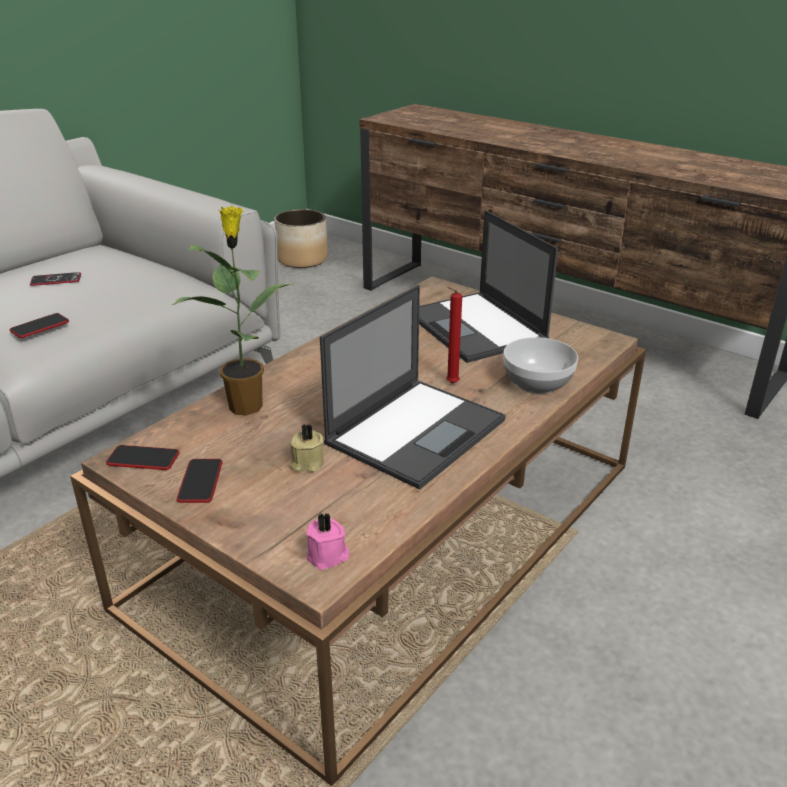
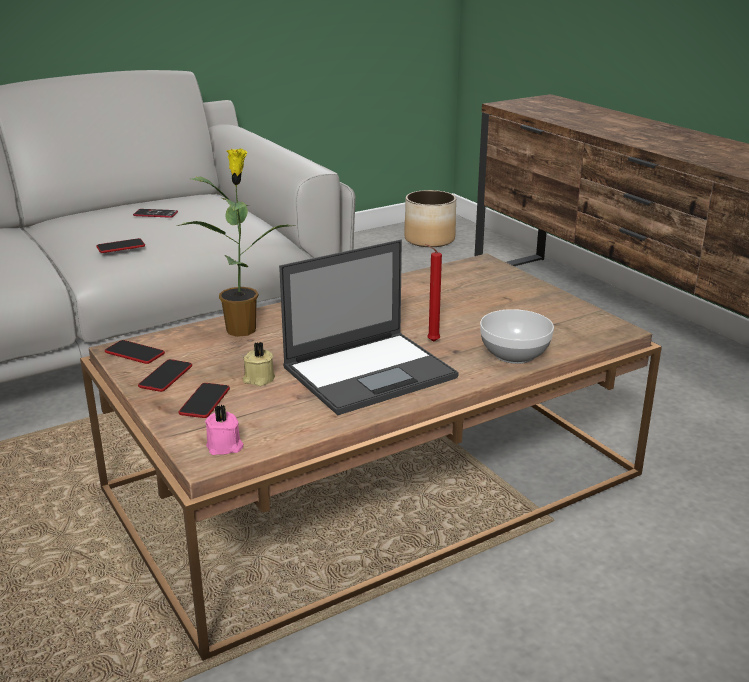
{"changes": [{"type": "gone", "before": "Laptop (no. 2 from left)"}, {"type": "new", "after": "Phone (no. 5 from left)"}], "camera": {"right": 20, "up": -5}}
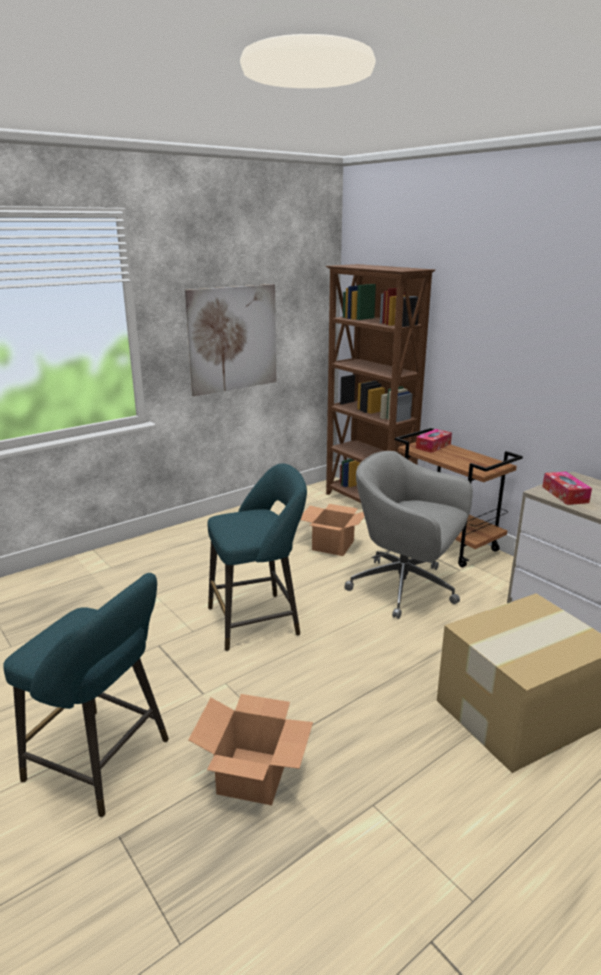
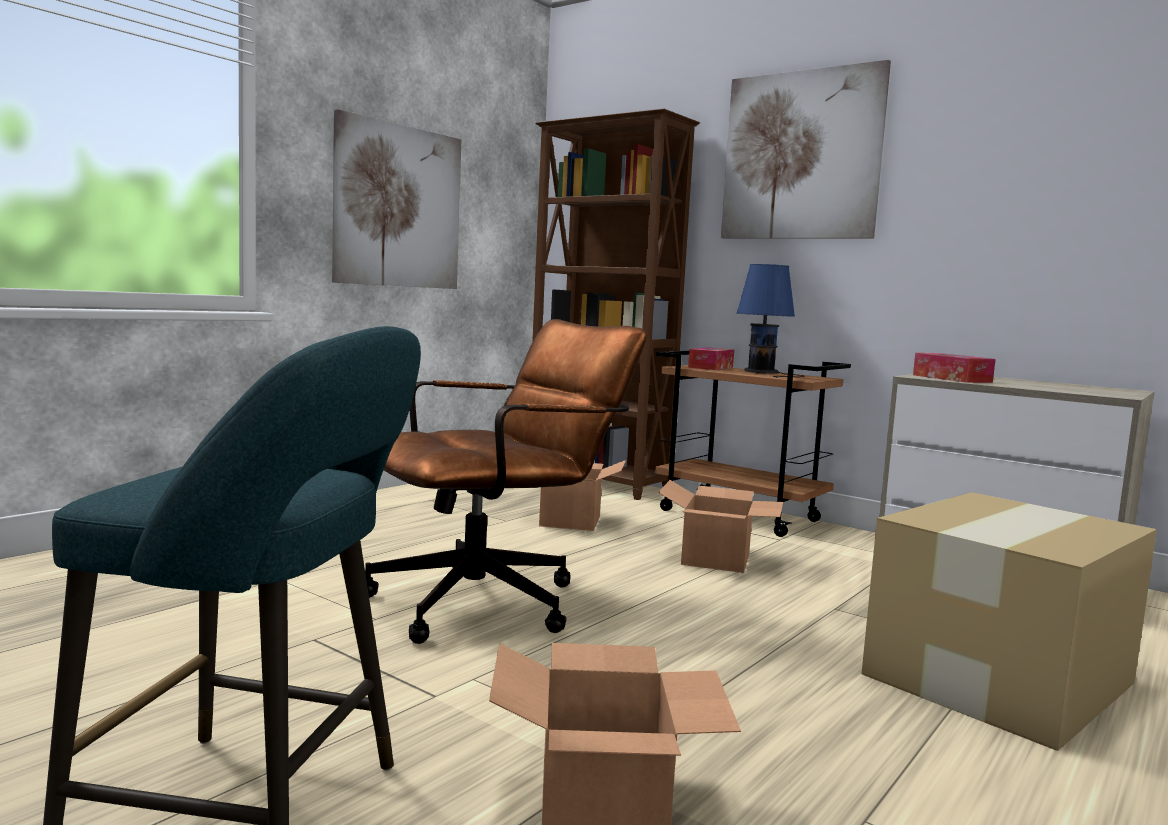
{"changes": [{"type": "new", "after": "WallPicture (no. 2 from left)"}, {"type": "new", "after": "BlueColouredTableLamp"}, {"type": "swapped", "before": "TurquoiseColouredSittingStool (no. 2 from left)", "after": "BrownColouredOfficeChair"}, {"type": "swapped", "before": "GreyOfficeChair", "after": "Carton (no. 3 from left)"}], "camera": {"right": -15, "up": -15}}
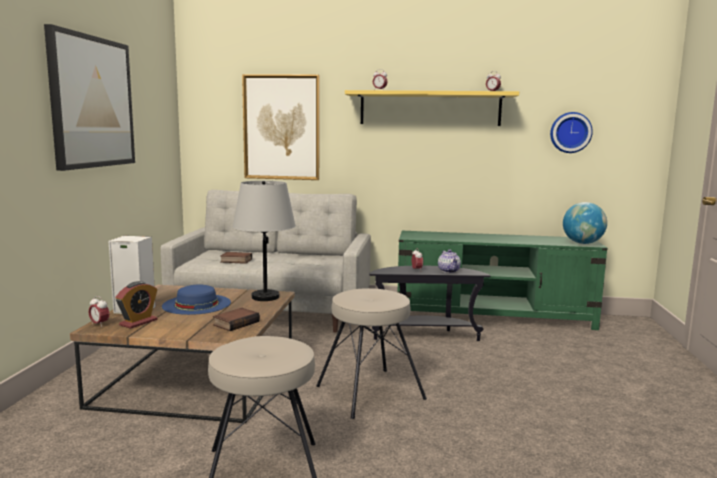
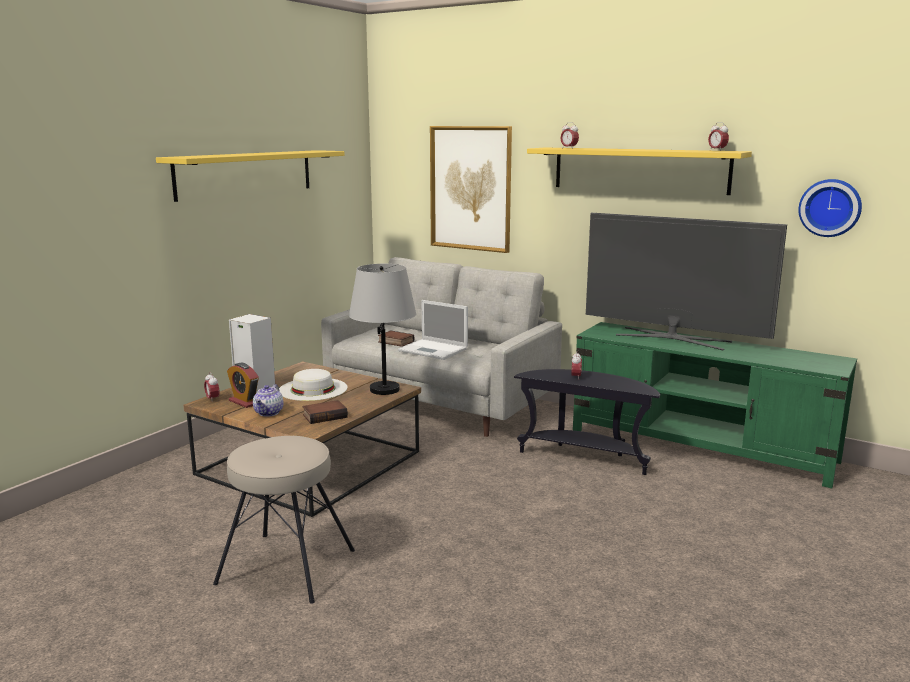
{"changes": [{"type": "gone", "before": "BeigeColouredSittingStool (no. 2 from left)"}, {"type": "gone", "before": "WorldGlobe"}, {"type": "new", "after": "Laptop"}, {"type": "new", "after": "Tv"}, {"type": "shifted", "before": "PotForTea"}, {"type": "swapped", "before": "WallPicture (no. 1 from left)", "after": "YellowishWallShelf (no. 1 from left)"}, {"type": "repainted", "before": "BlueColouredHat", "after": "WhiteColouredHat"}, {"type": "rotated", "before": "TableClock (no. 2 from left)", "turn": 75}], "camera": {"right": 25, "up": 5}}
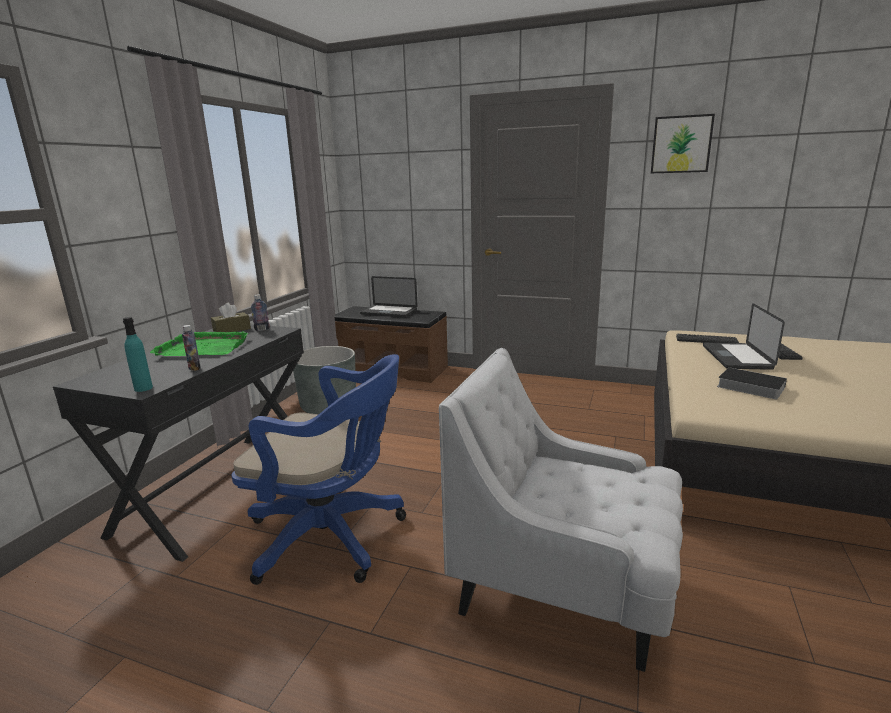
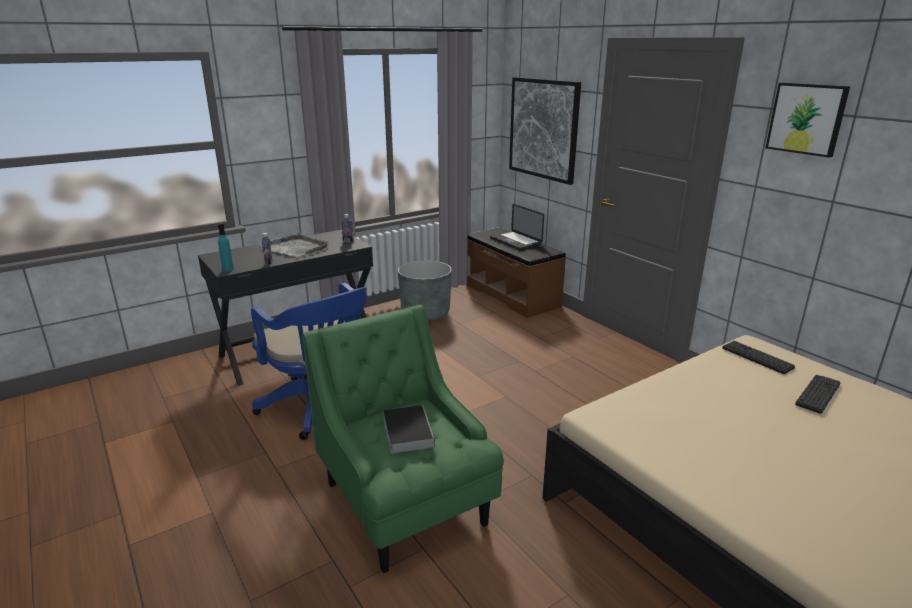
{"changes": [{"type": "gone", "before": "BrownColouredTissueHolder"}, {"type": "gone", "before": "Laptop (no. 2 from left)"}, {"type": "new", "after": "WallPicture (no. 1 from left)"}, {"type": "shifted", "before": "Book"}, {"type": "repainted", "before": "GreenishTray", "after": "GreyTray"}, {"type": "repainted", "before": "WhiteColouredEasyChair", "after": "GreenishEasyChair"}], "camera": {"right": 35, "up": 5}}
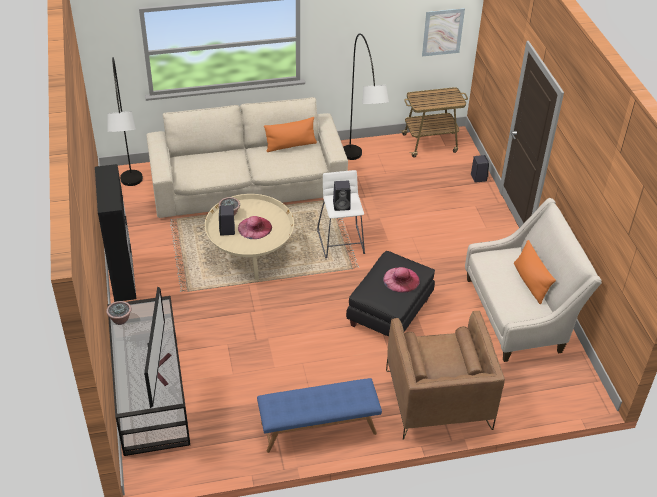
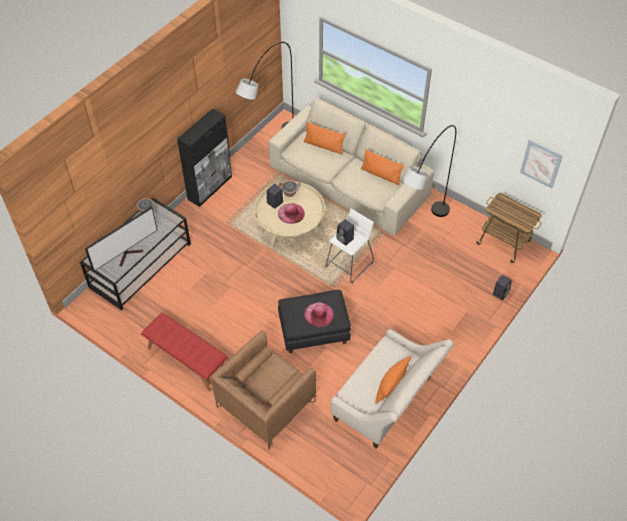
{"changes": [{"type": "new", "after": "OrangeyThrowPillow (no. 1 from left)"}, {"type": "repainted", "before": "BlueColouredLongSeat", "after": "ReddishLongSeat"}], "camera": {"right": 50, "up": 10}}
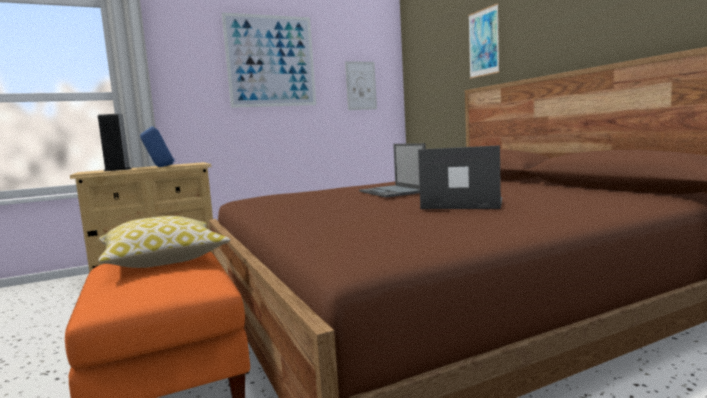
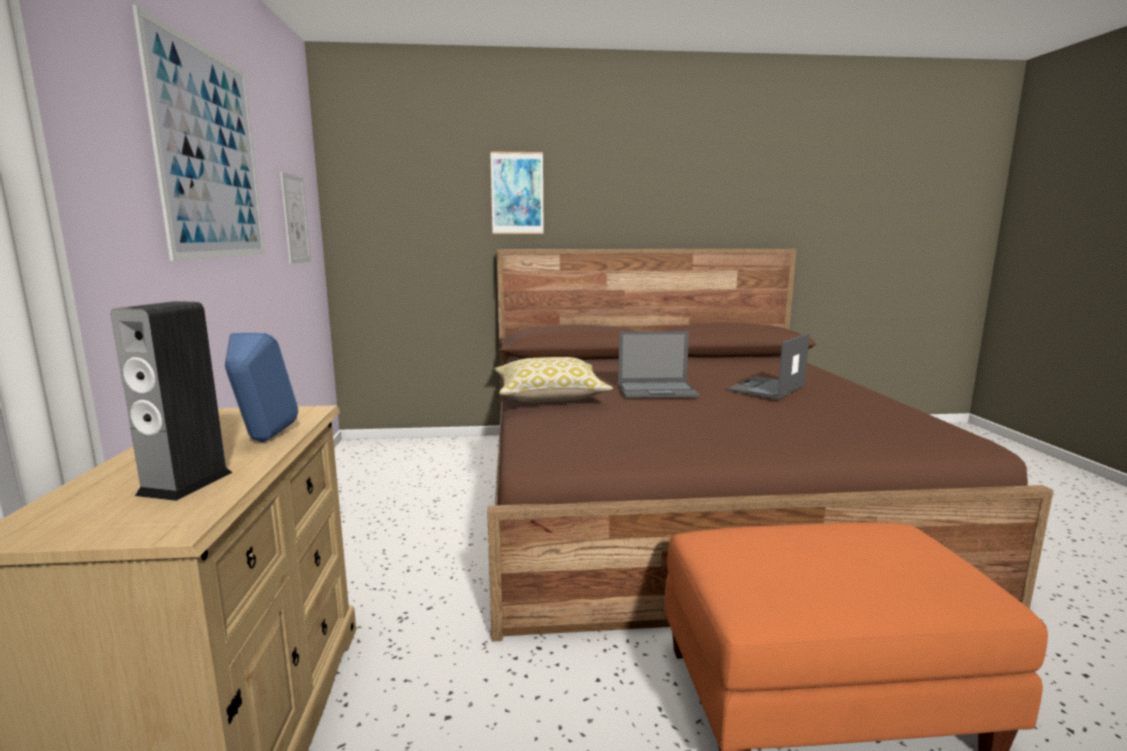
{"changes": [{"type": "shifted", "before": "ThrowPillow"}], "camera": {"right": -70, "up": 5}}
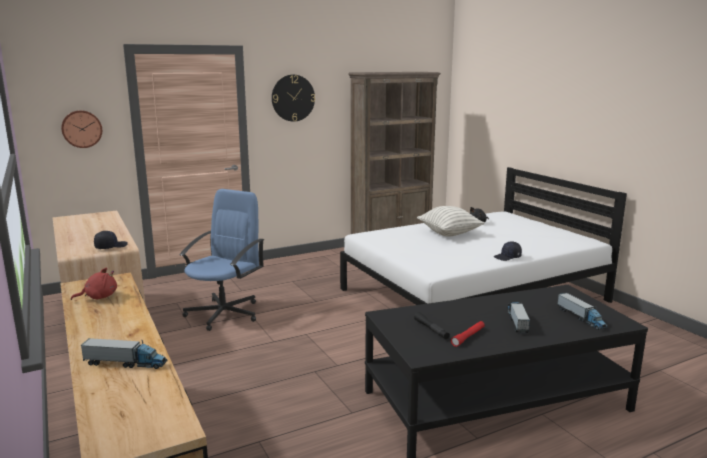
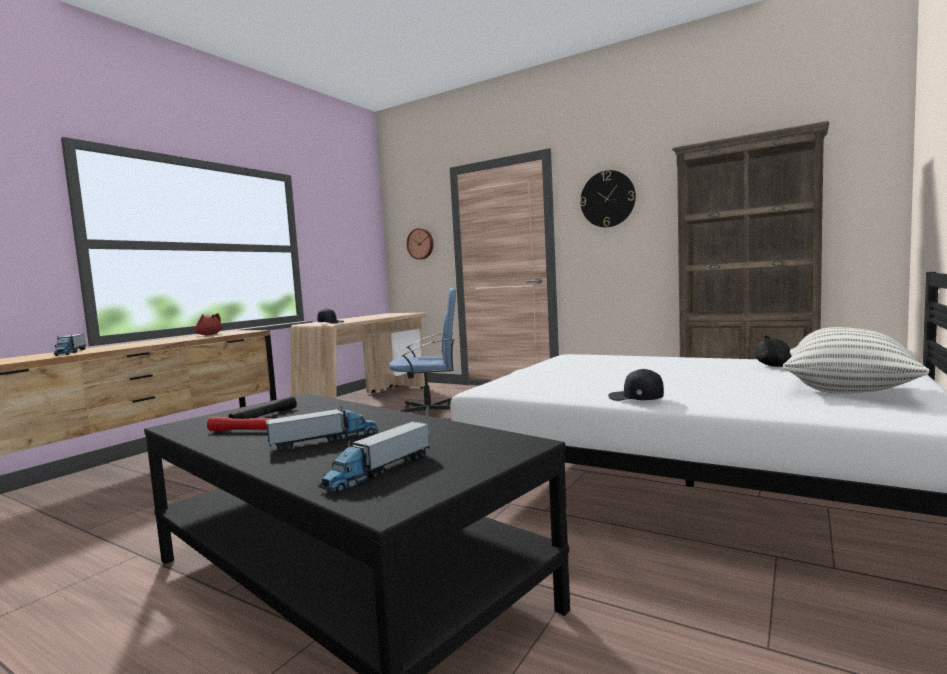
{"changes": [{"type": "shifted", "before": "ThrowPillow"}], "camera": {"right": 60, "up": -10}}
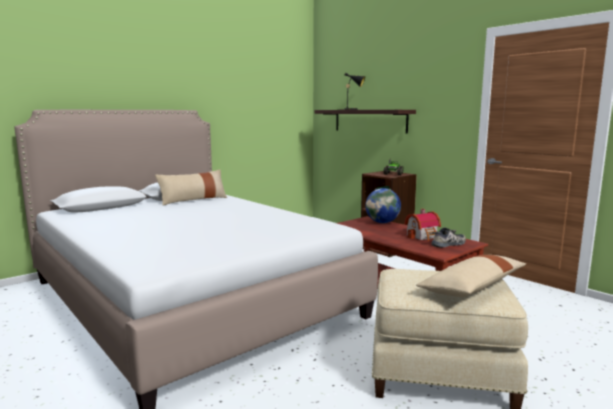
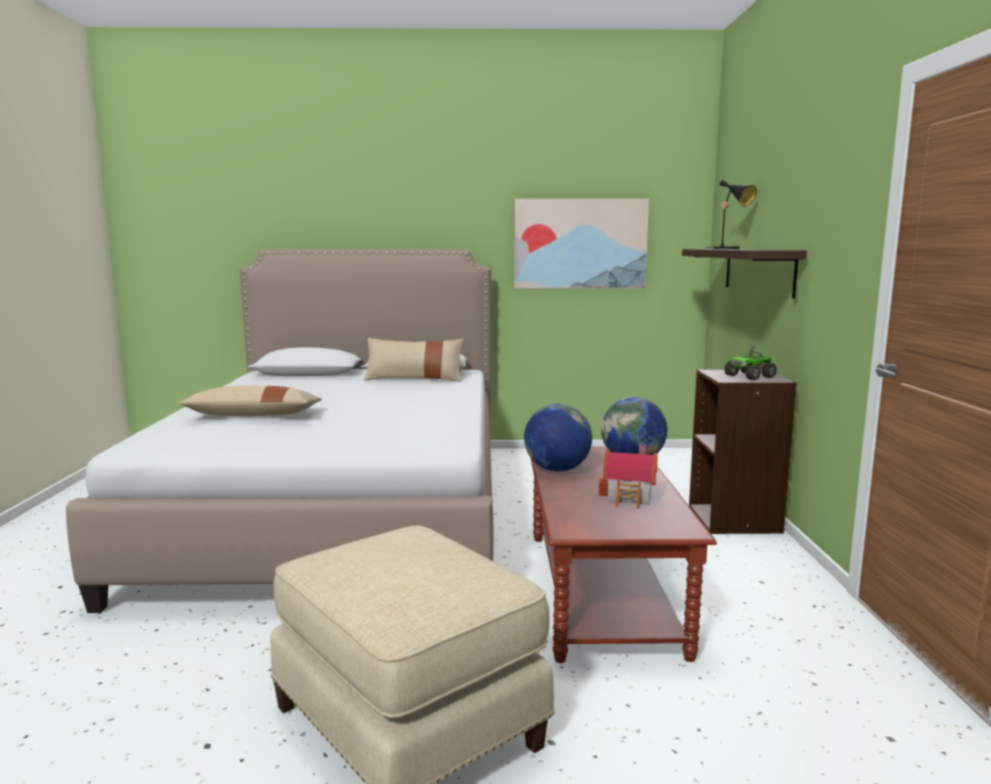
{"changes": [{"type": "gone", "before": "Shoe"}, {"type": "new", "after": "WallPicture"}, {"type": "new", "after": "WorldGlobe (no. 1 from left)"}, {"type": "shifted", "before": "BeigeColouredThrowPillow (no. 2 from left in the first image)", "after": "BeigeColouredThrowPillow (no. 1 from left)"}], "camera": {"right": 40, "up": 0}}
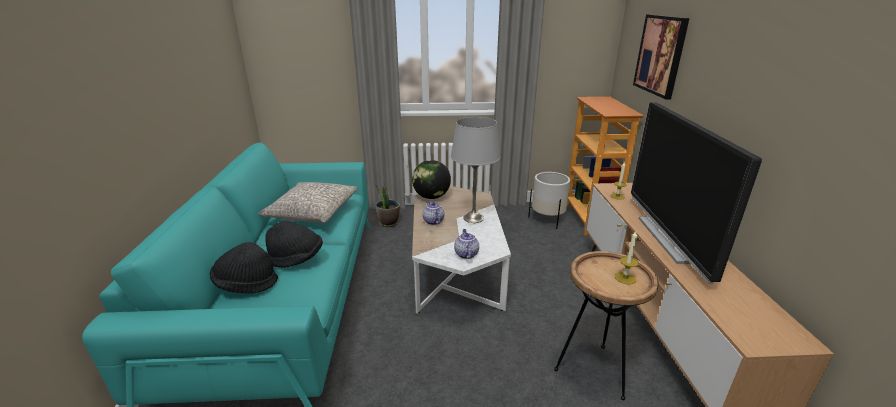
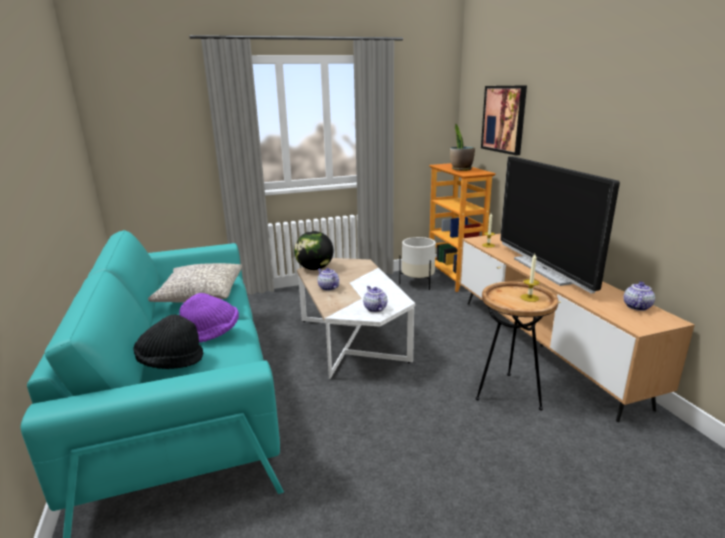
{"changes": [{"type": "gone", "before": "GreyTableLamp"}, {"type": "new", "after": "PotForTea (no. 3 from left)"}, {"type": "shifted", "before": "PottedPlant"}, {"type": "repainted", "before": "BlackishHat (no. 2 from left)", "after": "PurplishHat"}], "camera": {"right": -15, "up": -5}}
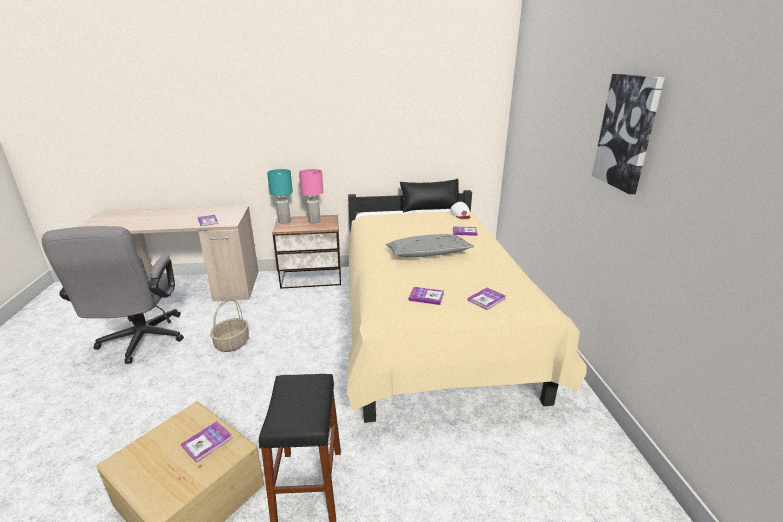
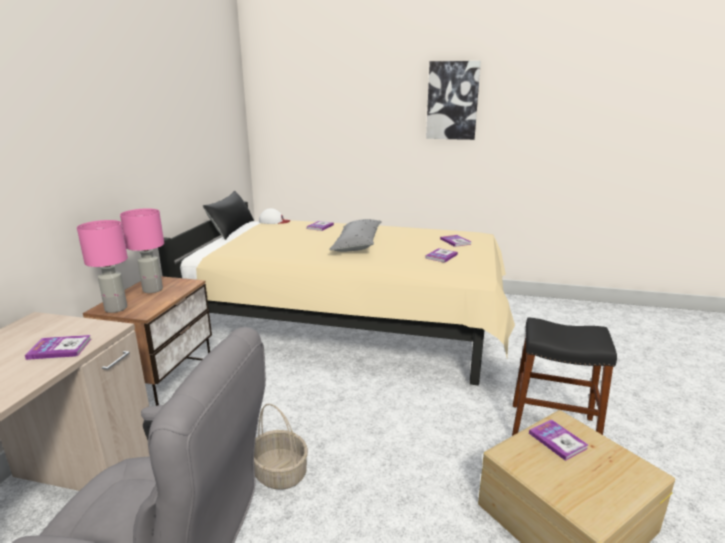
{"changes": [{"type": "repainted", "before": "TurquoiseColouredTableLamp", "after": "PinkTableLamp (no. 1 from left)"}], "camera": {"right": -70, "up": -5}}
